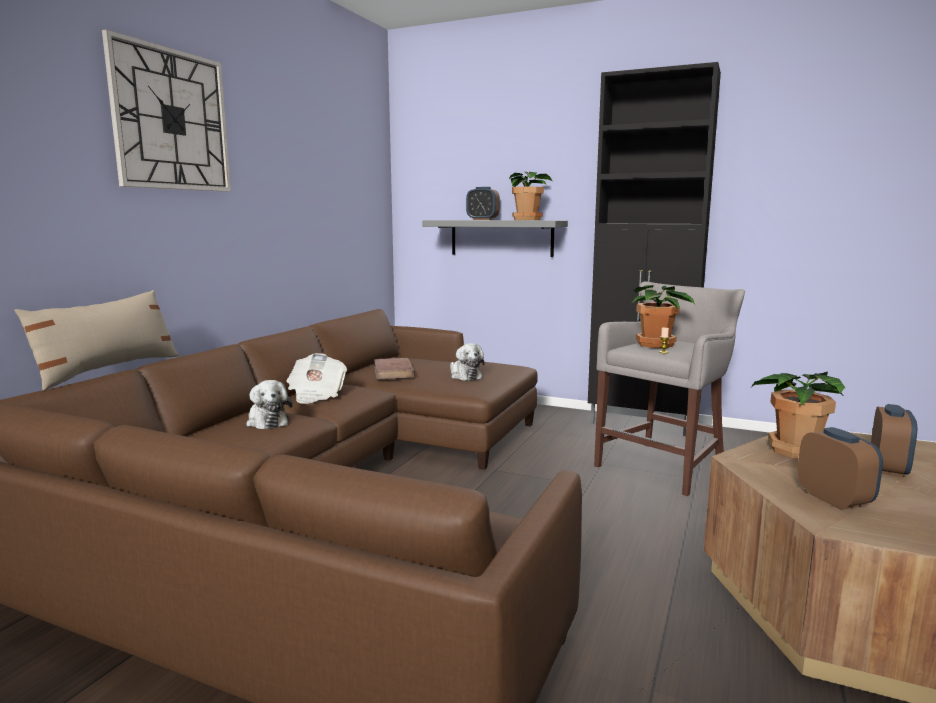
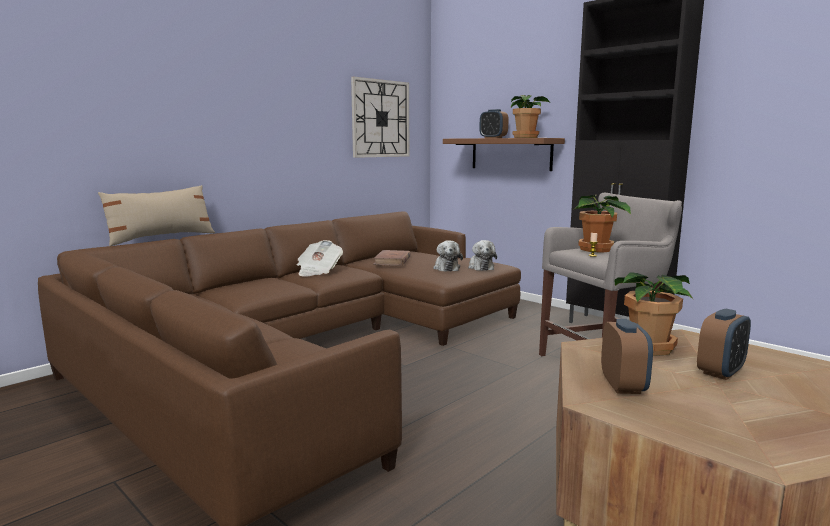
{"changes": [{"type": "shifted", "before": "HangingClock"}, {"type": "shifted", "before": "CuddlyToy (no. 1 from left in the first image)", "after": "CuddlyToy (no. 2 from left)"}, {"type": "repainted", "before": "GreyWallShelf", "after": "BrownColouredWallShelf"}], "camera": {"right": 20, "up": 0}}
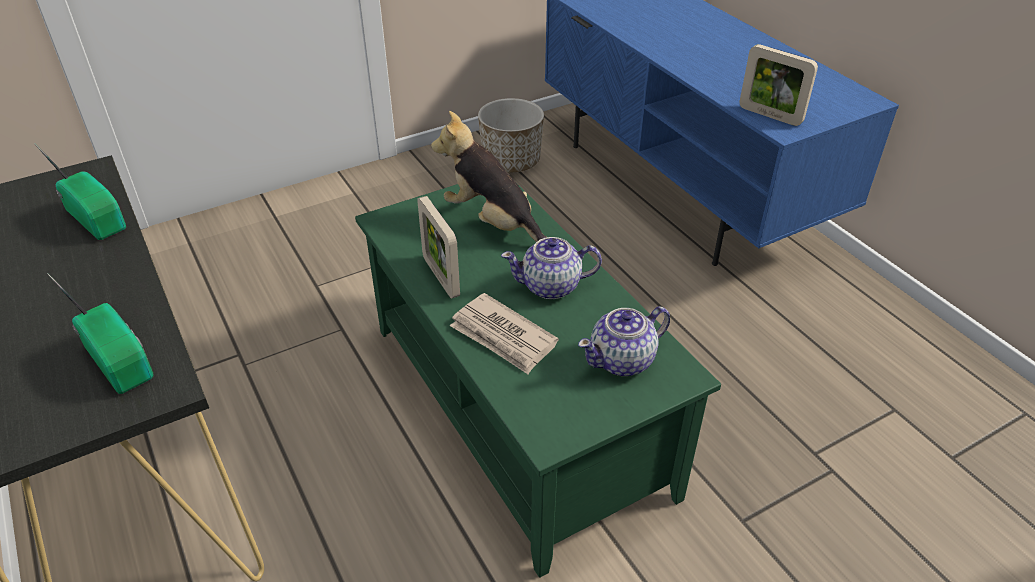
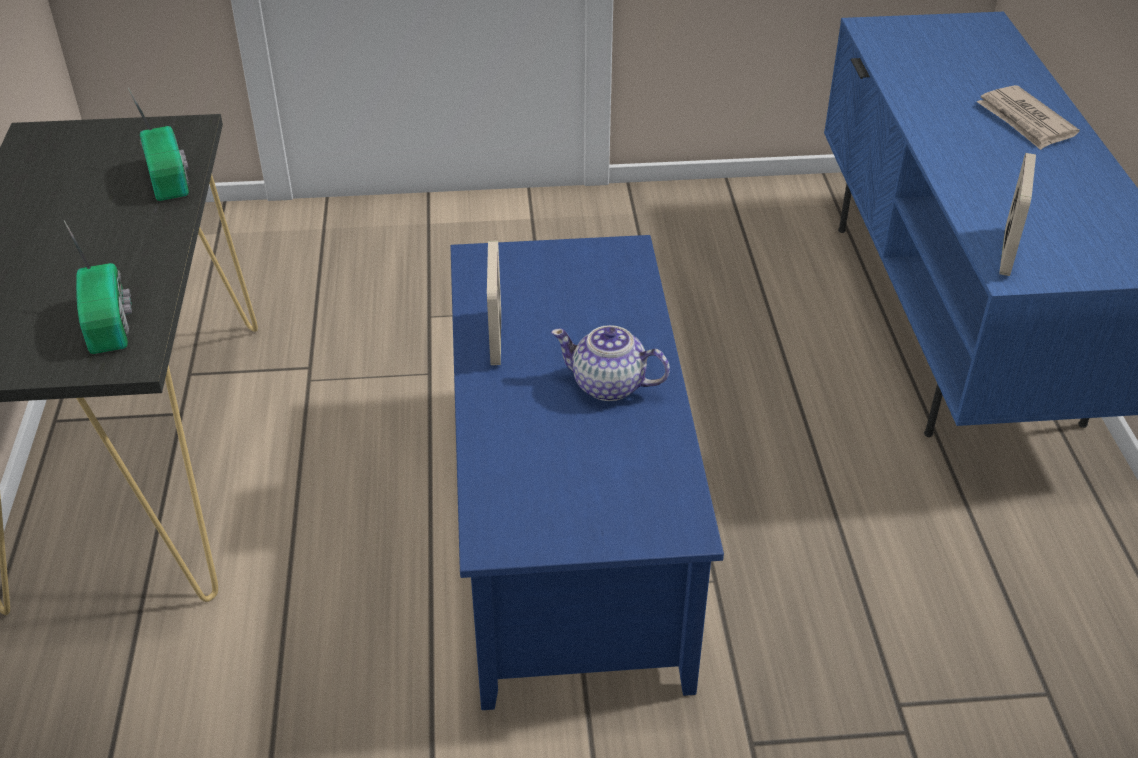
{"changes": [{"type": "gone", "before": "CuddlyToy"}, {"type": "gone", "before": "FlowerPot"}, {"type": "gone", "before": "PotForTea (no. 2 from left)"}, {"type": "shifted", "before": "DailyPaper"}, {"type": "repainted", "before": "GreenishLowTable", "after": "BlueColouredLowTable"}, {"type": "rotated", "before": "StandingFrame (no. 2 from left)", "turn": -135}], "camera": {"right": 25, "up": 0}}
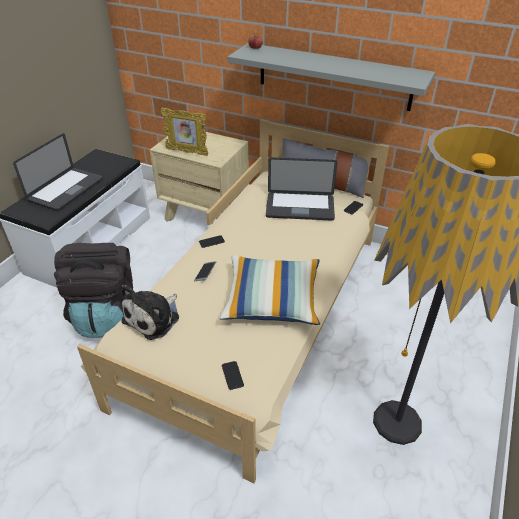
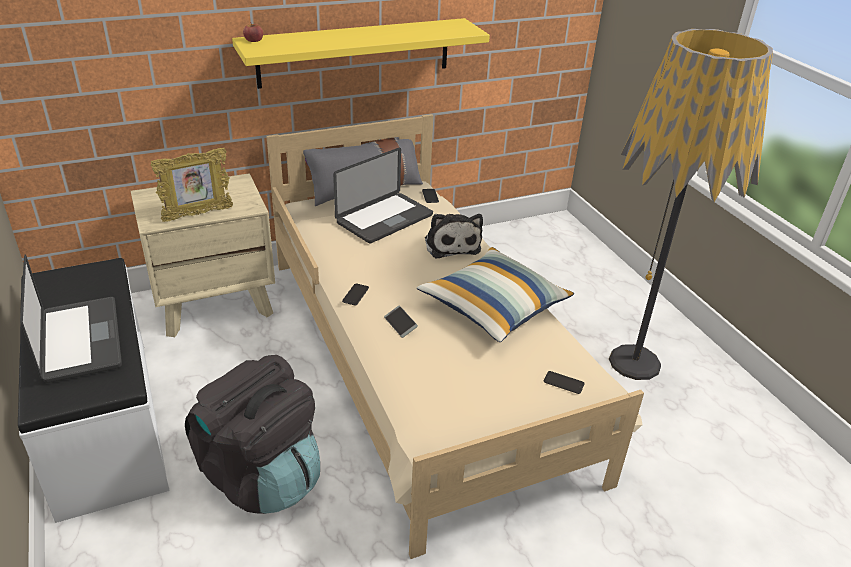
{"changes": [{"type": "shifted", "before": "CuddlyToy"}, {"type": "repainted", "before": "GreyWallShelf", "after": "YellowishWallShelf"}], "camera": {"right": -50, "up": -5}}
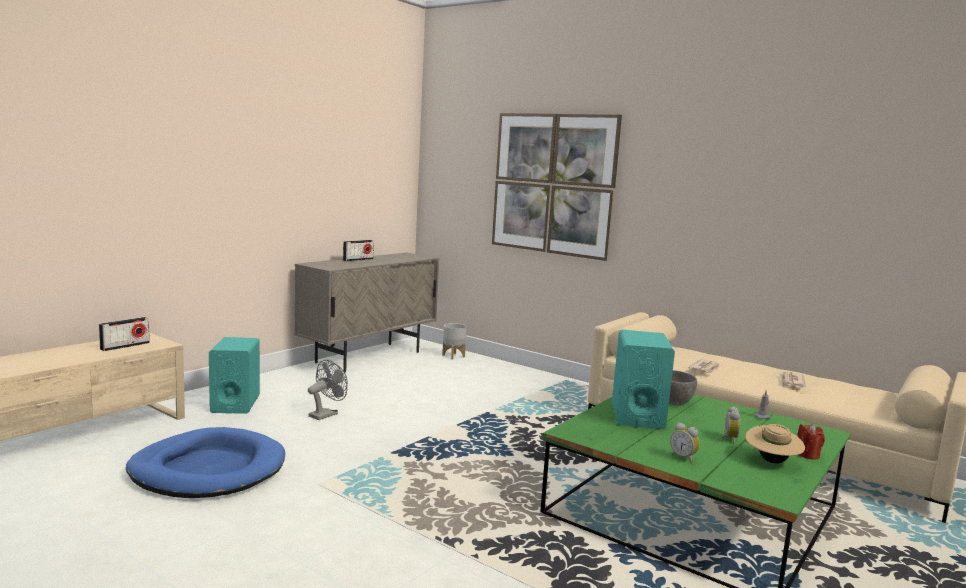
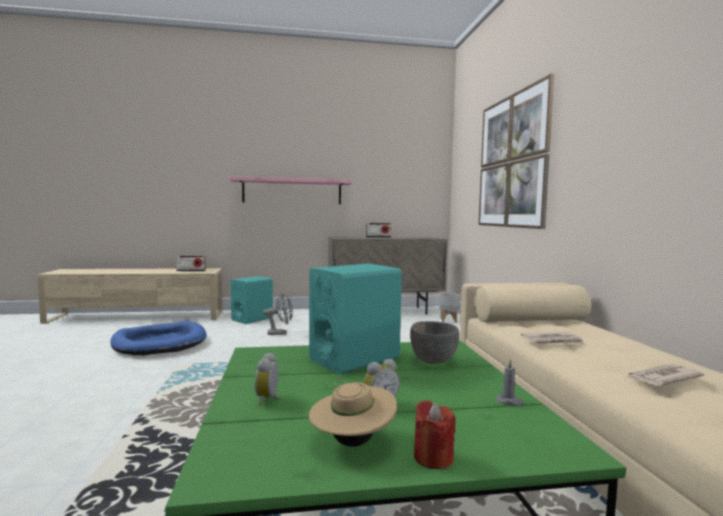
{"changes": [{"type": "new", "after": "PinkWallShelf"}], "camera": {"right": 45, "up": -5}}
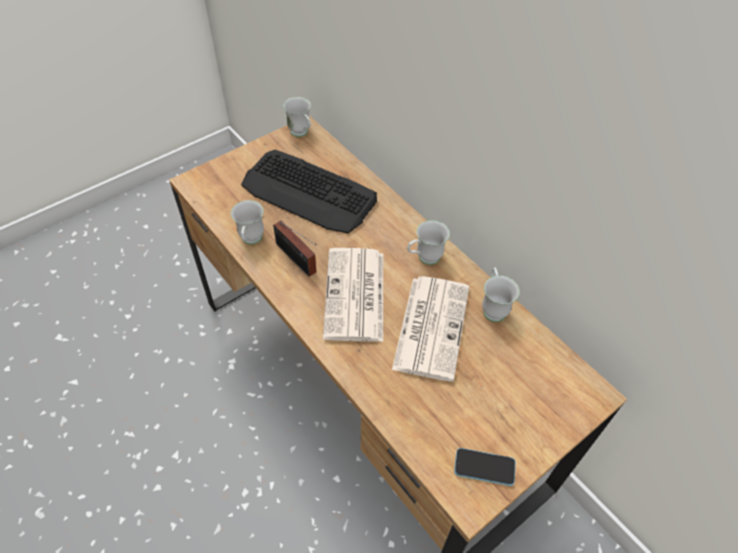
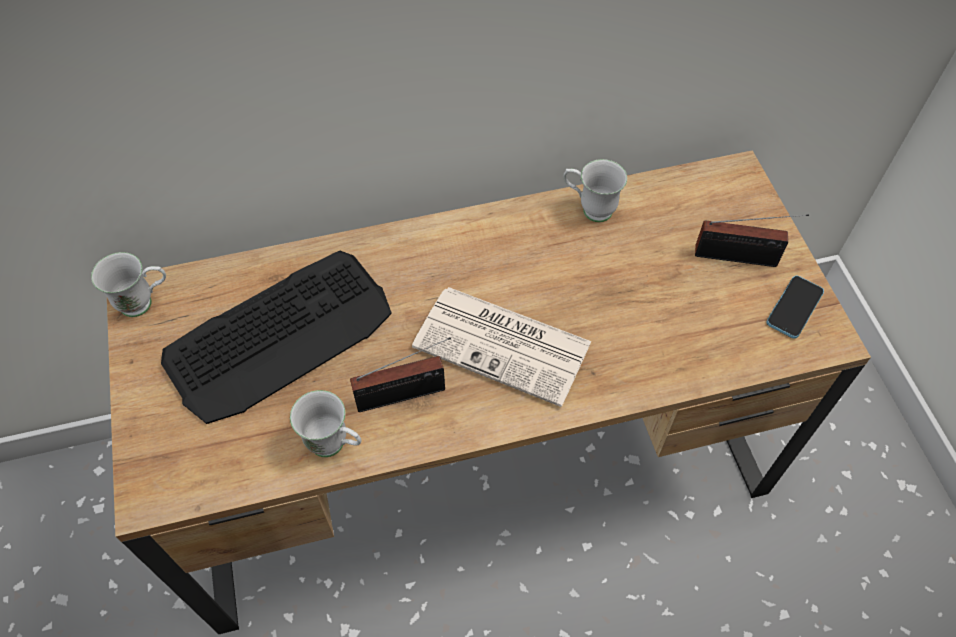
{"changes": [{"type": "gone", "before": "DailyPaper (no. 2 from left)"}, {"type": "gone", "before": "WhiteColouredMug (no. 3 from left)"}, {"type": "new", "after": "Radio (no. 2 from left)"}], "camera": {"right": -65, "up": 5}}
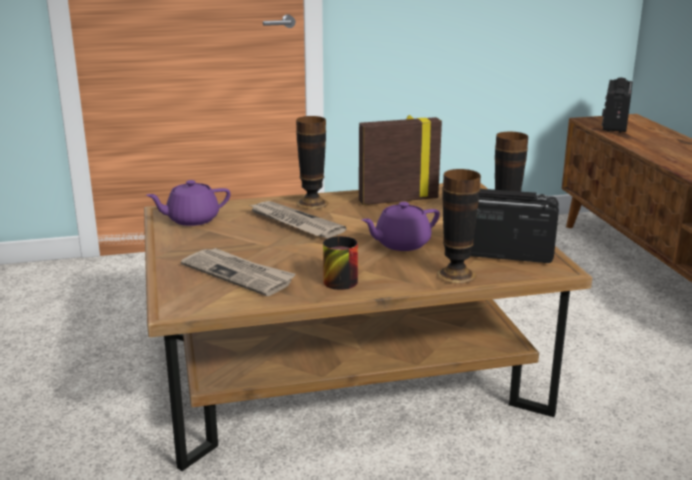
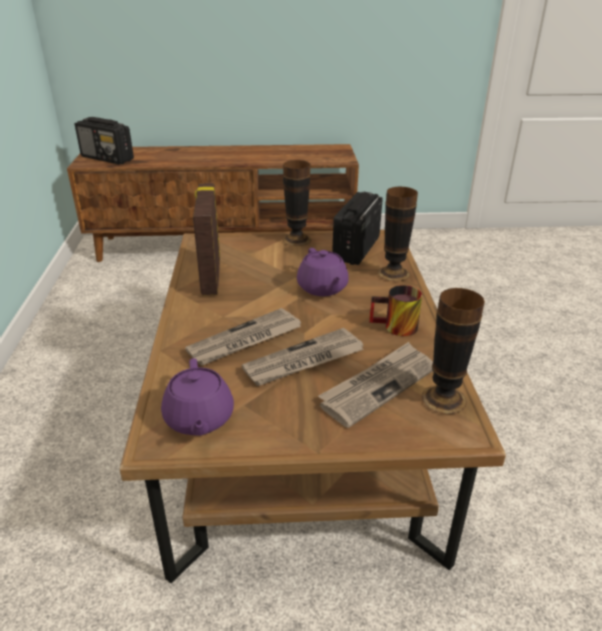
{"changes": [{"type": "new", "after": "DailyPaper (no. 2 from left)"}, {"type": "shifted", "before": "Vase (no. 1 from left in the first image)", "after": "Vase (no. 3 from left)"}], "camera": {"right": -80, "up": 10}}
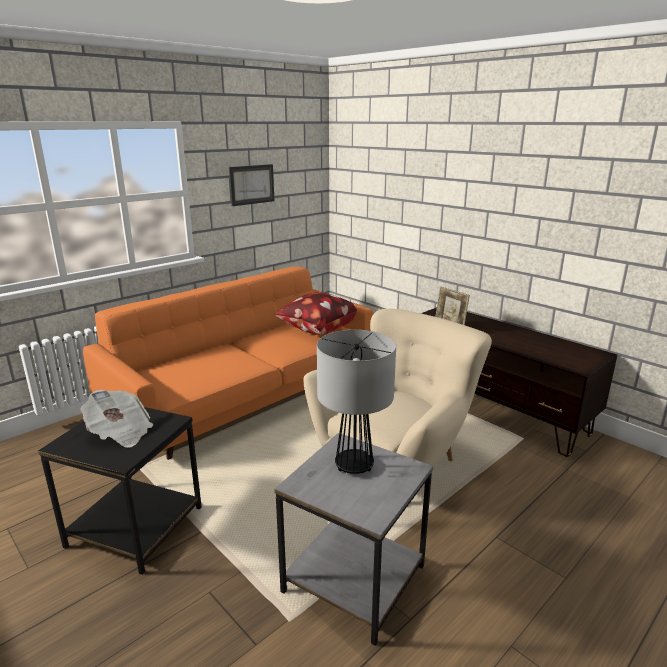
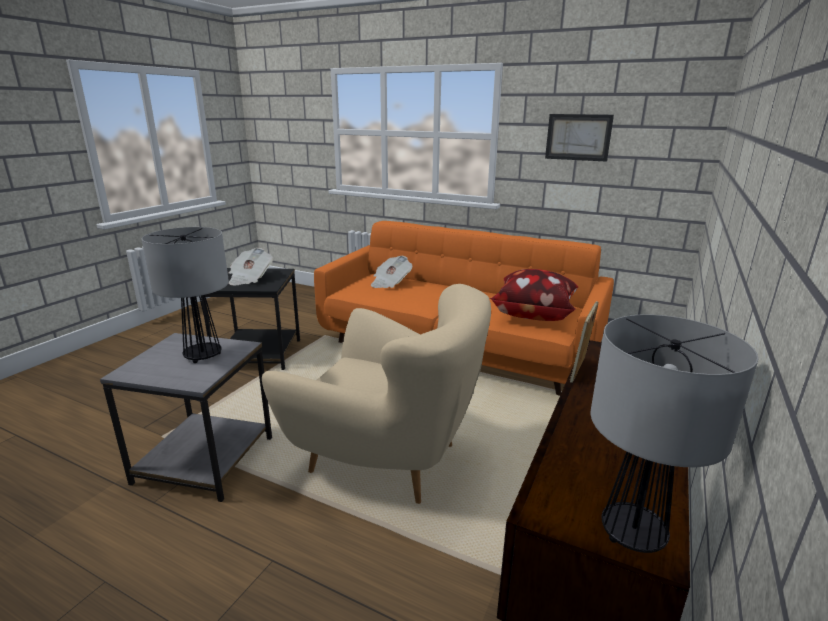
{"changes": [{"type": "new", "after": "DailyPaper (no. 2 from left)"}, {"type": "new", "after": "TableLamp (no. 2 from left)"}], "camera": {"right": 70, "up": 0}}
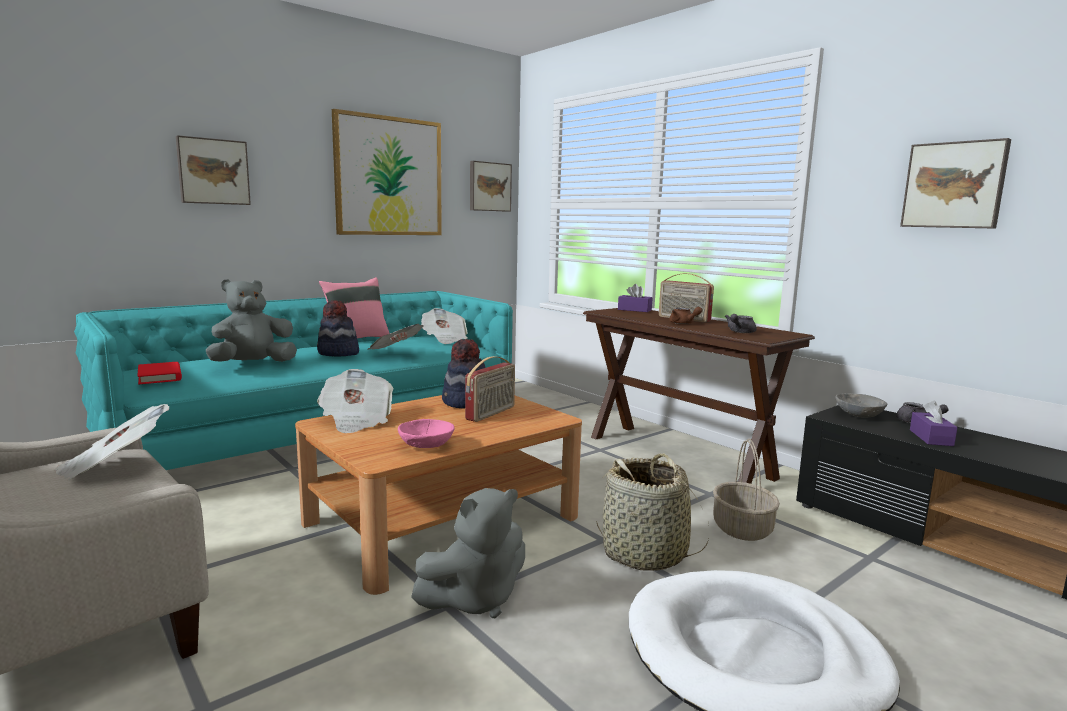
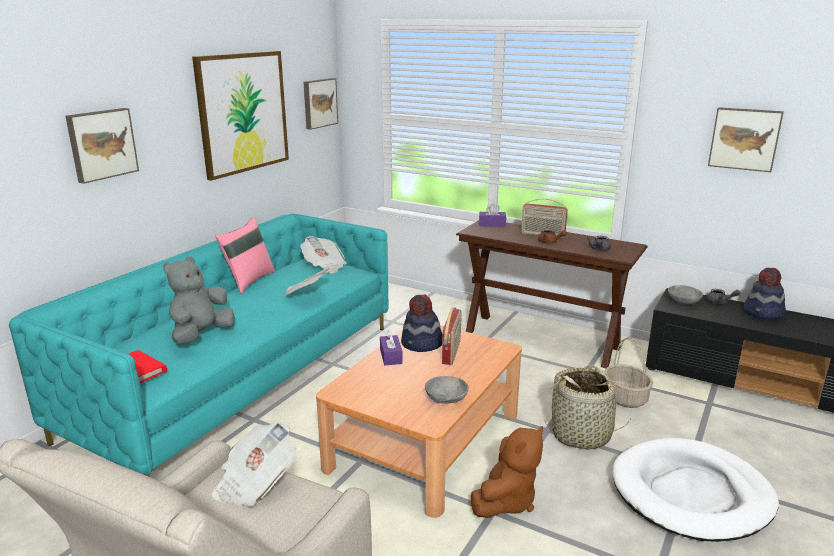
{"changes": [{"type": "gone", "before": "DailyPaper (no. 2 from left)"}, {"type": "shifted", "before": "Hat (no. 1 from left in the first image)", "after": "Hat (no. 2 from left)"}, {"type": "shifted", "before": "PurplishTissueHolder (no. 2 from left in the first image)", "after": "PurplishTissueHolder (no. 1 from left)"}, {"type": "repainted", "before": "PinkBowl", "after": "GreyBowl (no. 1 from left)"}, {"type": "repainted", "before": "GreyCuddlyToy (no. 2 from left)", "after": "BrownColouredCuddlyToy"}], "camera": {"right": -20, "up": 10}}
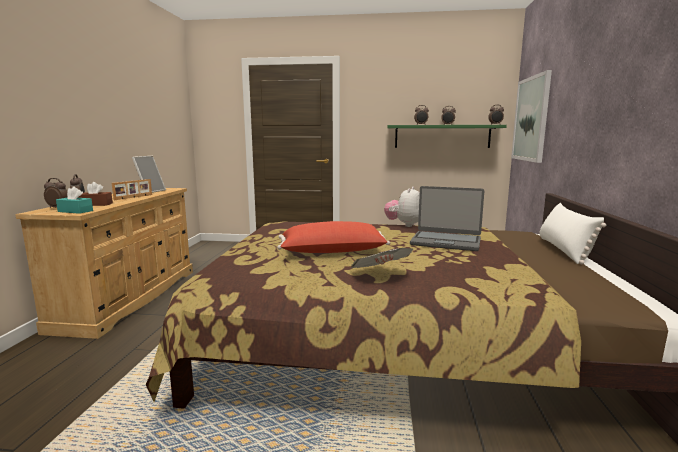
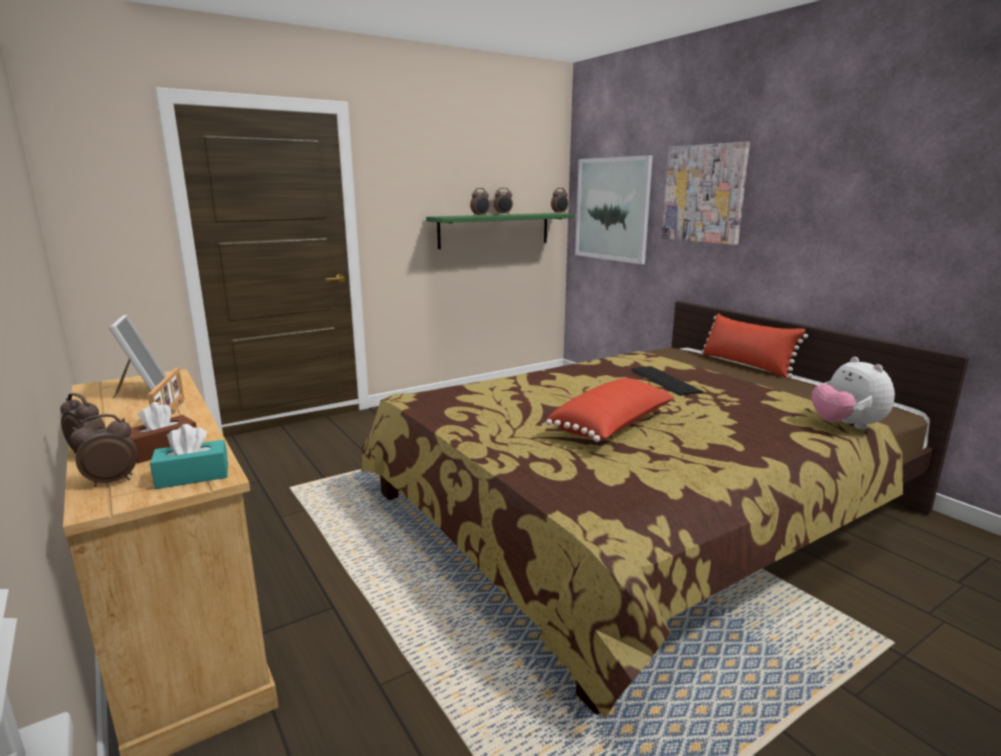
{"changes": [{"type": "gone", "before": "DailyPaper"}, {"type": "new", "after": "WallPicture (no. 2 from left)"}, {"type": "shifted", "before": "CuddlyToy"}, {"type": "swapped", "before": "Laptop", "after": "PcKeyboard"}, {"type": "repainted", "before": "WhiteColouredThrowPillow", "after": "ReddishThrowPillow (no. 2 from left)"}], "camera": {"right": -40, "up": 5}}
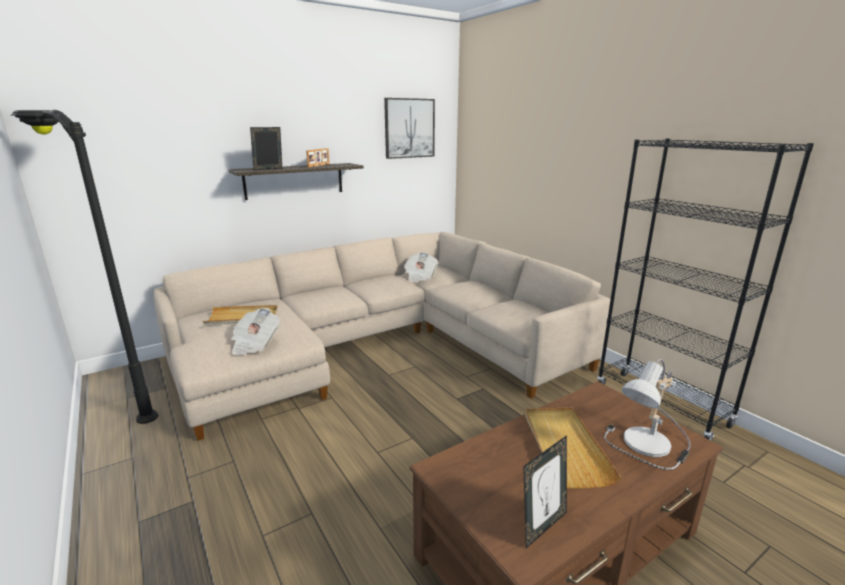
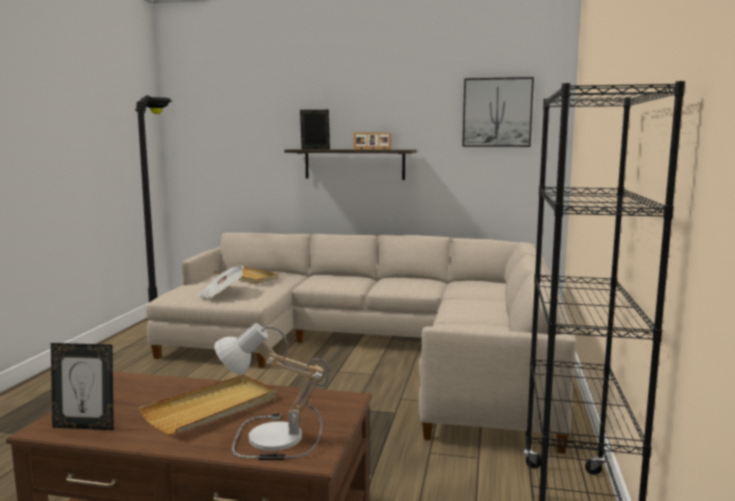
{"changes": [{"type": "gone", "before": "DailyPaper (no. 2 from left)"}], "camera": {"right": 45, "up": -10}}
